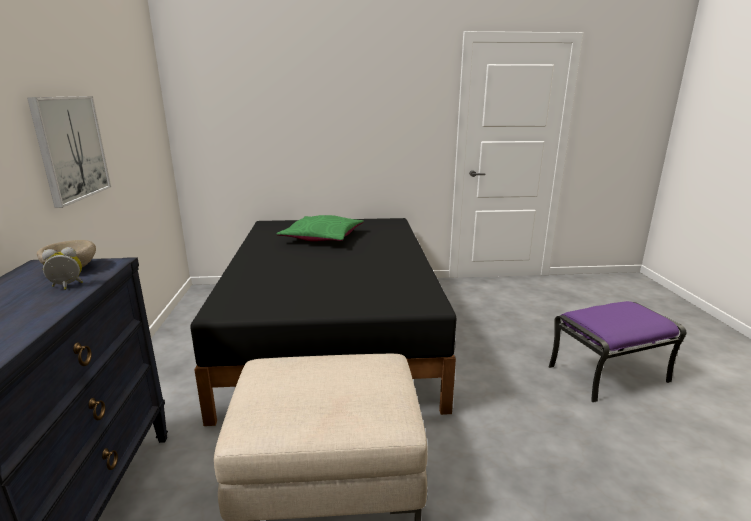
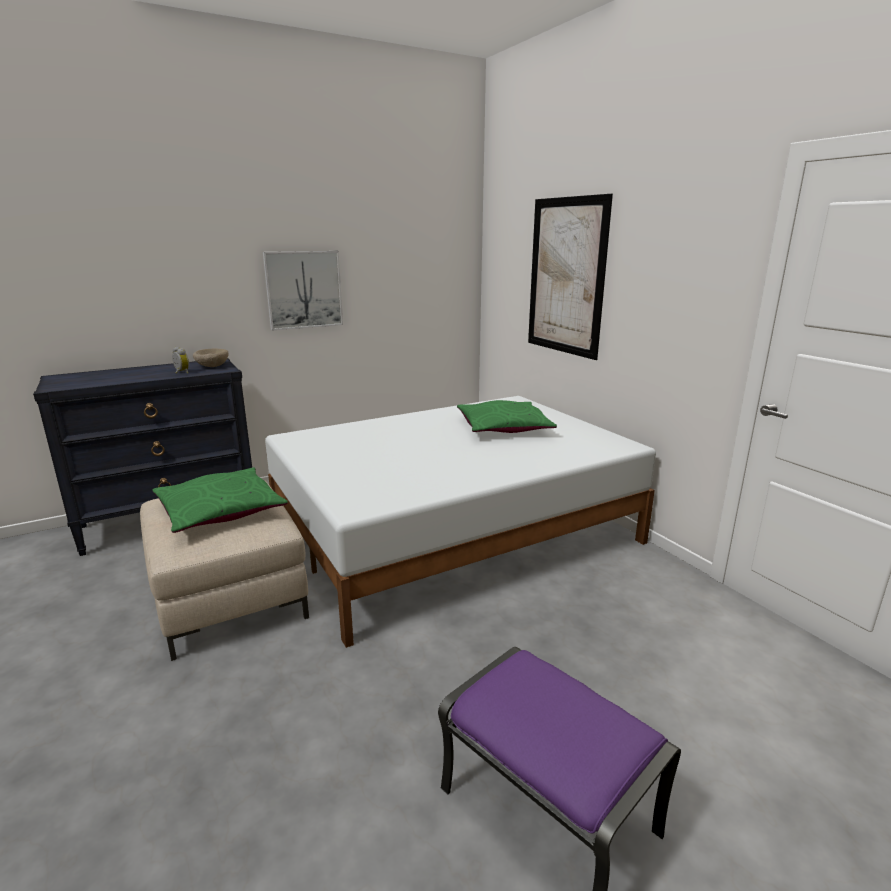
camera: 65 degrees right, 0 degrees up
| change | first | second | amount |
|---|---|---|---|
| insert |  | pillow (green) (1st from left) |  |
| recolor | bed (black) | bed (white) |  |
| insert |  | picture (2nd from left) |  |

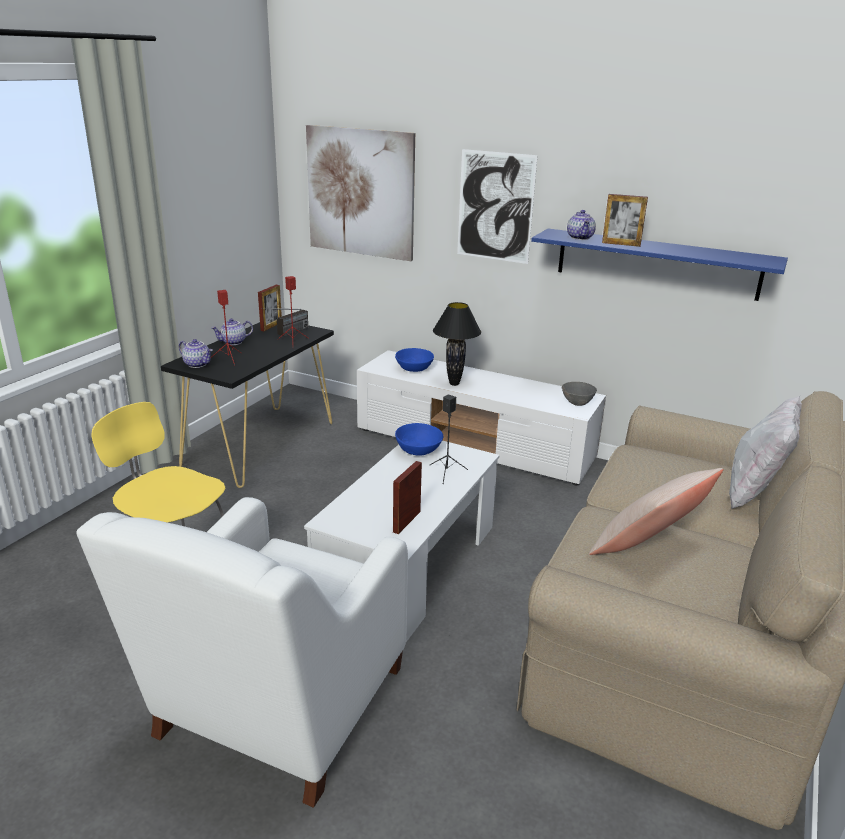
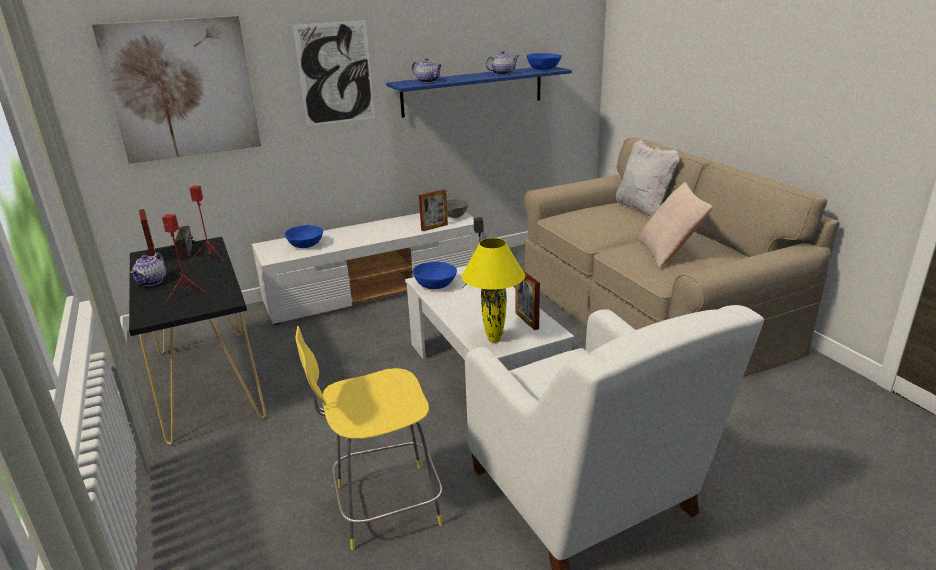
camera: 50 degrees left, 0 degrees up
| change | first | second | amount |
|---|---|---|---|
| move | picture frame (3rd from left in the first image) | picture frame (2nd from left) |  |
| insert |  | table lamp (yellow) |  |
| move | teapot (1st from left in the first image) | teapot (3rd from left) |  |
| insert |  | bowl (blue) (3rd from left) |  |
| delete | table lamp (black) |  |  |

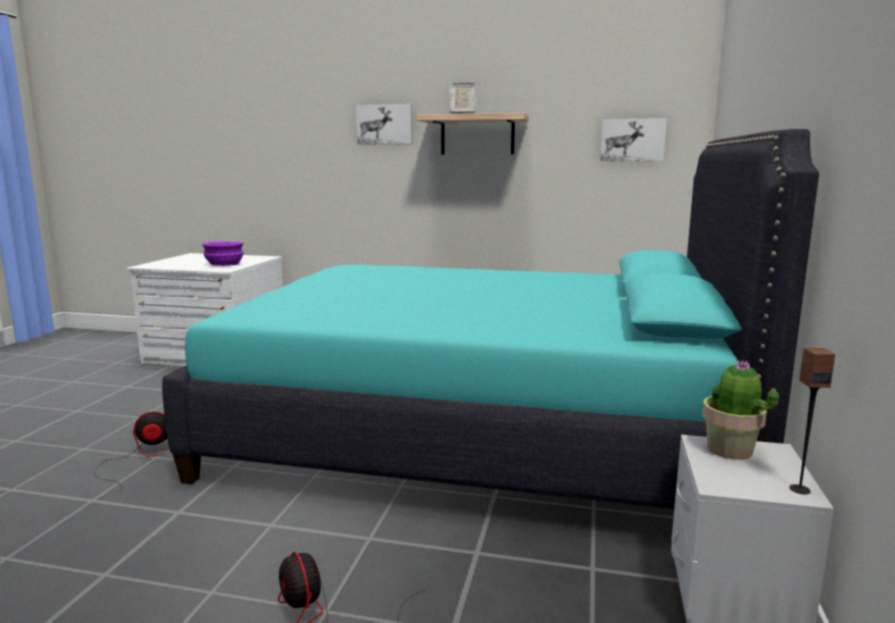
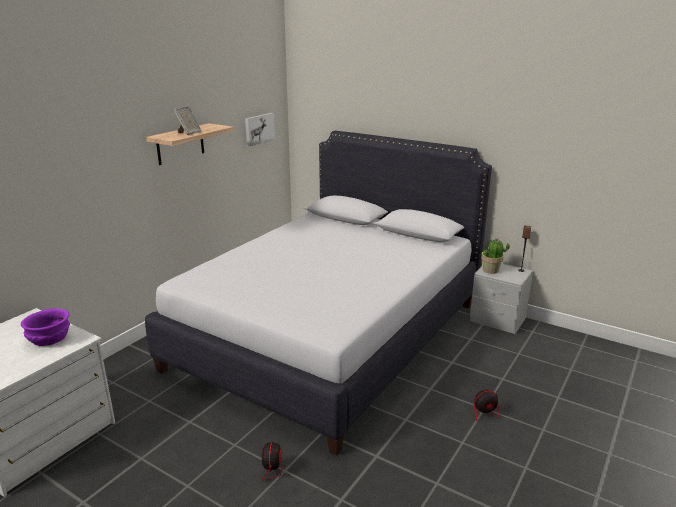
camera: 70 degrees left, 10 degrees up
| change | first | second | amount |
|---|---|---|---|
| recolor | bed (turquoise) | bed (white) |  |
| delete | picture (1st from left) |  |  |

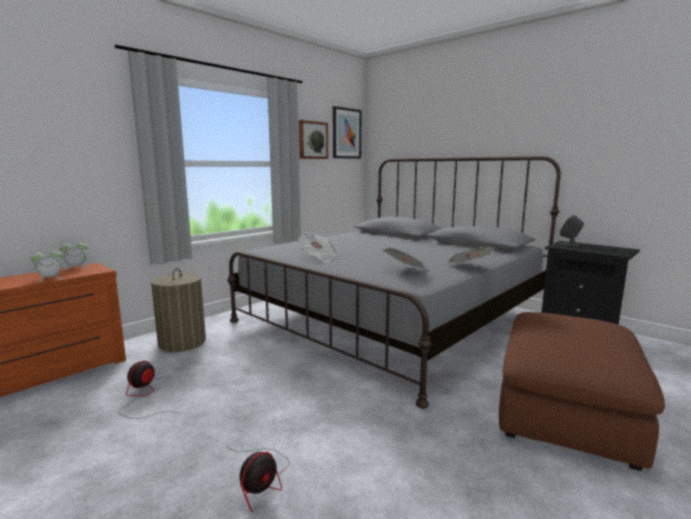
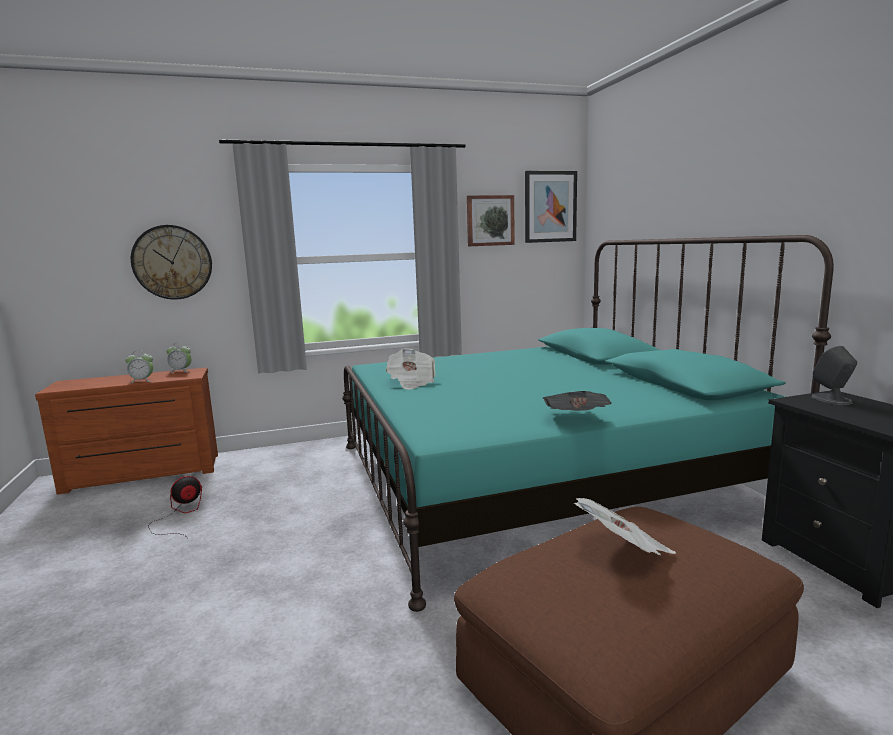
camera: 30 degrees right, 0 degrees up
| change | first | second | amount |
|---|---|---|---|
| insert |  | wall clock |  |
| recolor | bed (grey) | bed (turquoise) |  |
| move | newspaper (2nd from left in the first image) | newspaper (3rd from left) |  |
| delete | laundry basket |  |  |
| delete | fan (2nd from left) |  |  |

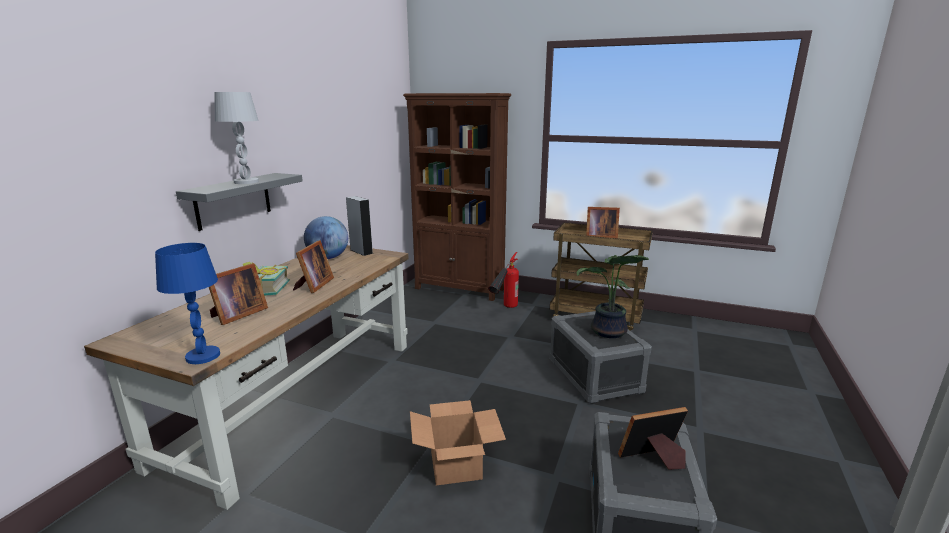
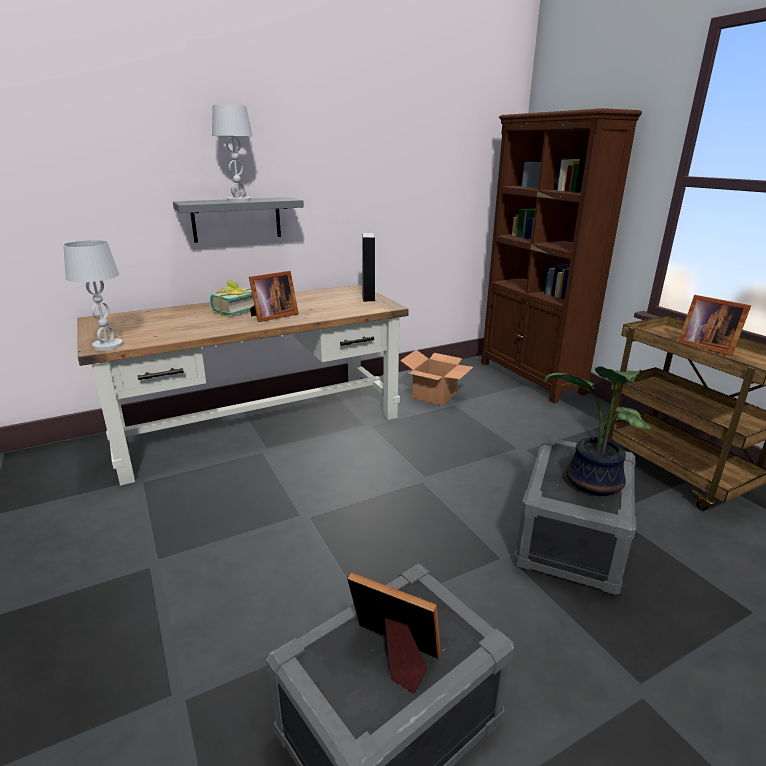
camera: 40 degrees right, 5 degrees up
| change | first | second | amount |
|---|---|---|---|
| recolor | table lamp (blue) | table lamp (white) (1st from left) |  |
| move | cardboard box |  |  |
| delete | picture frame (1st from left) |  |  |
| delete | globe |  |  |
| delete | fire extinguisher |  |  |

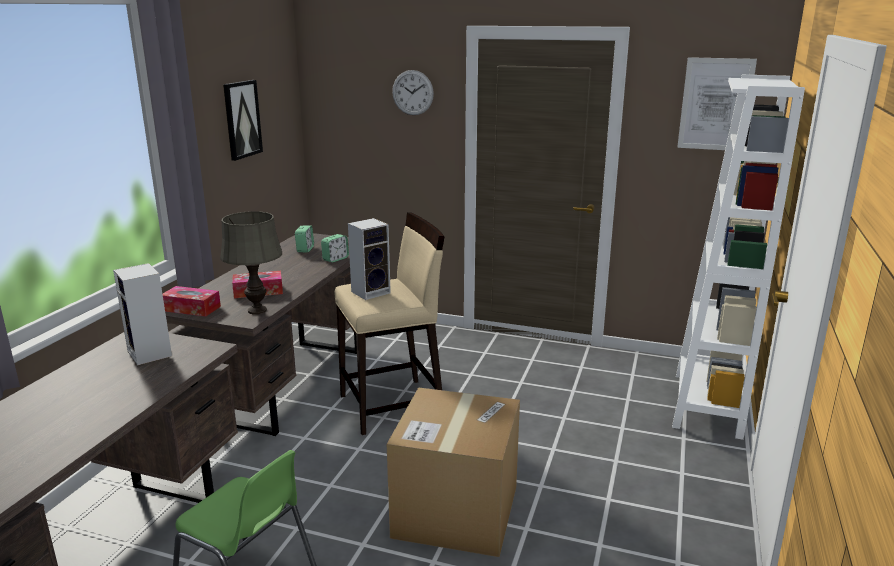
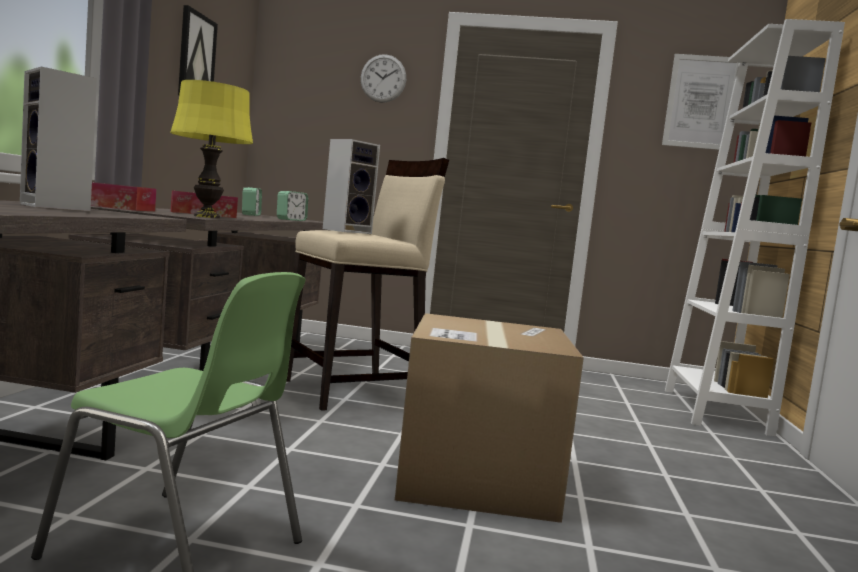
camera: 10 degrees left, 15 degrees down
| change | first | second | amount |
|---|---|---|---|
| recolor | table lamp (grey) | table lamp (yellow) |  |

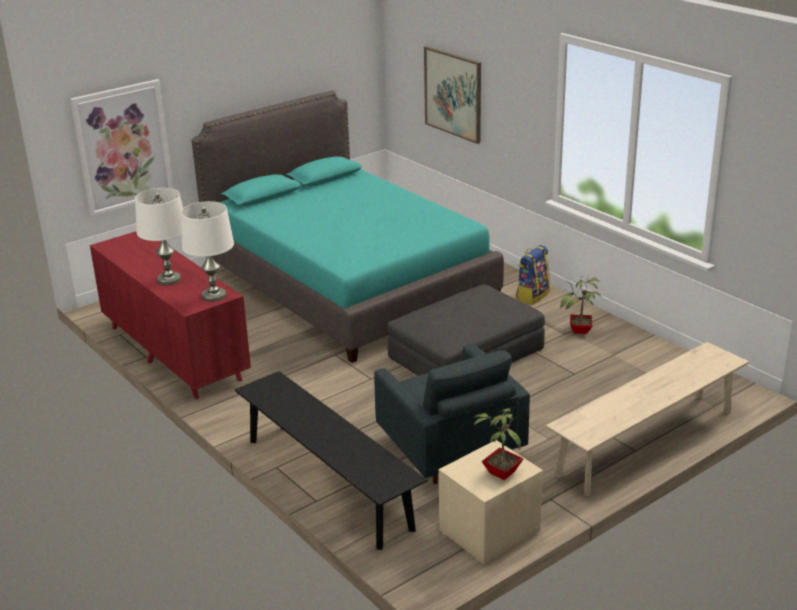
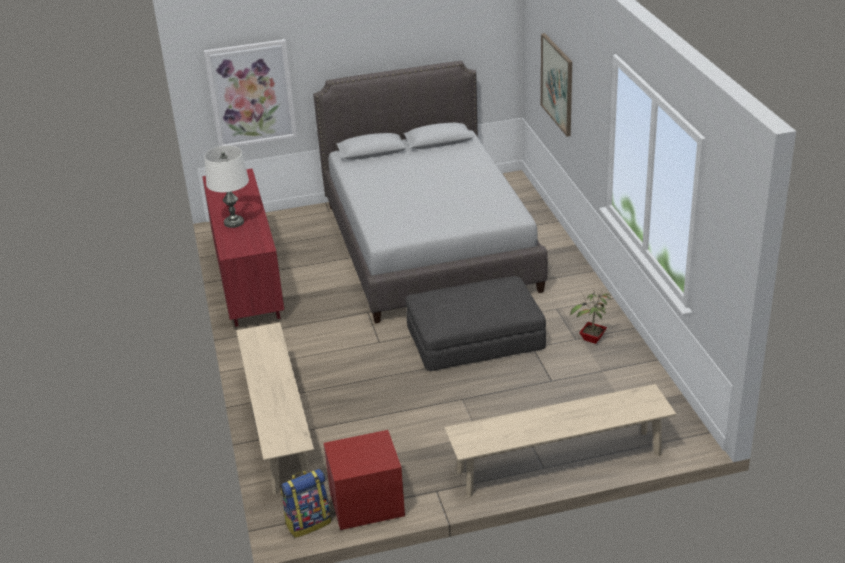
camera: 25 degrees right, 5 degrees up
| change | first | second | amount |
|---|---|---|---|
| recolor | bench (black) | bench (beige) (1st from left) |  |
| move | backpack |  |  |
| recolor | bed (turquoise) | bed (grey) |  |
| recolor | nightstand (beige) | nightstand (red) |  |
| delete | table lamp (white) (2nd from left) |  |  |
| delete | armchair (grey) |  |  |
| delete | potted plant (1st from left) |  |  |

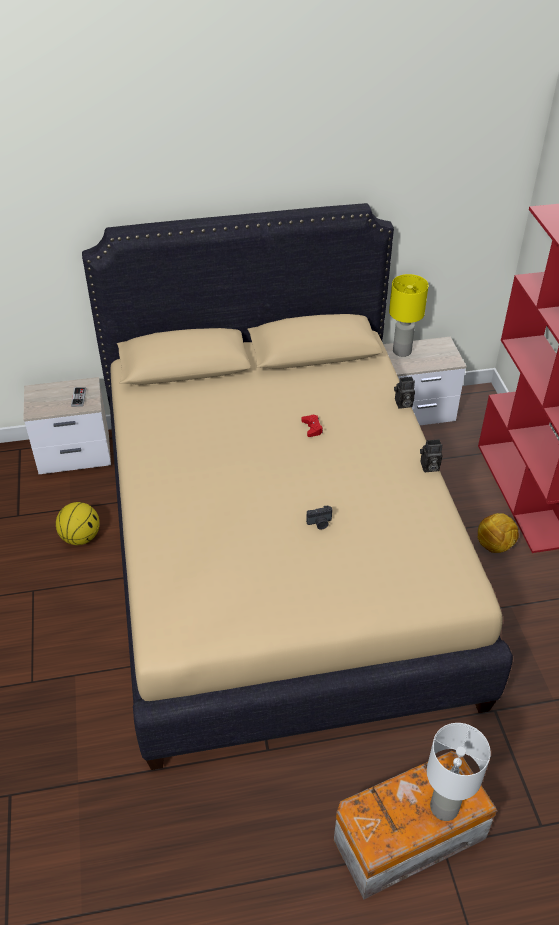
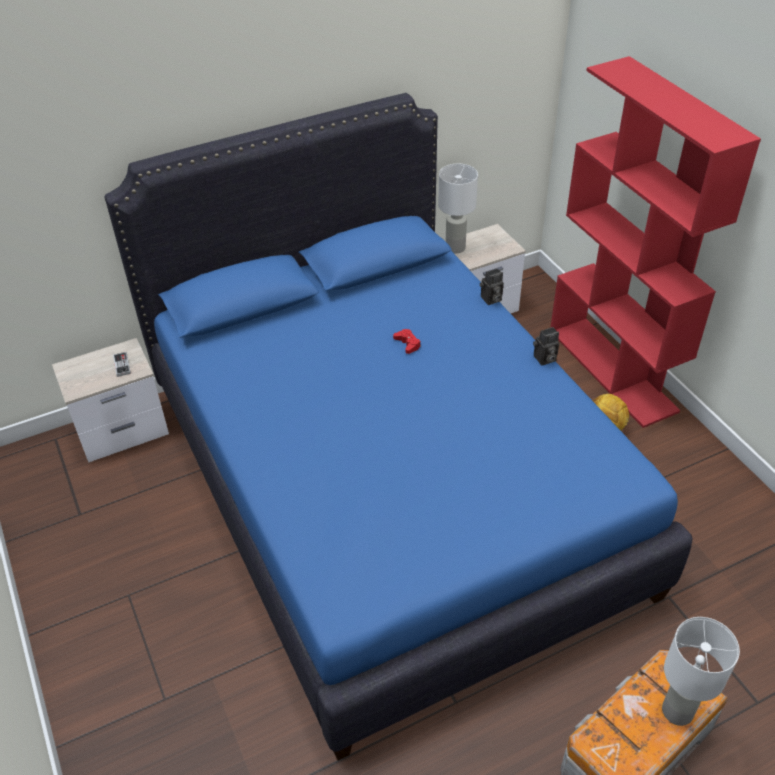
camera: 15 degrees left, 0 degrees up
| change | first | second | amount |
|---|---|---|---|
| recolor | bed (beige) | bed (blue) |  |
| recolor | table lamp (yellow) | table lamp (white) (1st from left) |  |
| delete | basketball |  |  |
| delete | photo camera (1st from left) |  |  |

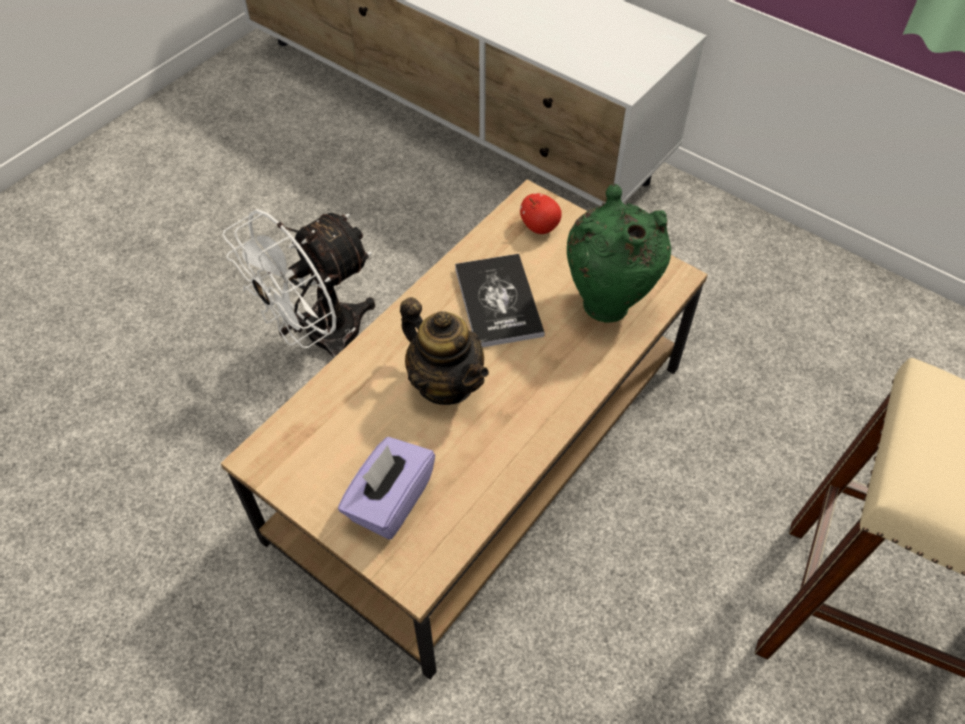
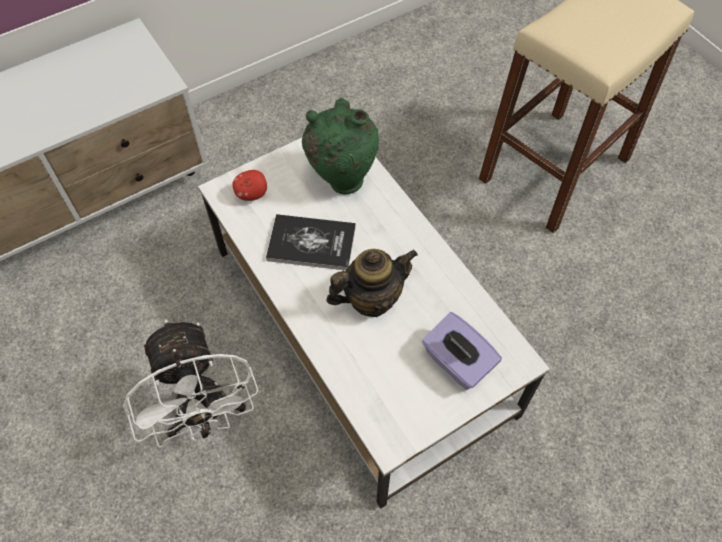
camera: 70 degrees left, 5 degrees up
| change | first | second | amount |
|---|---|---|---|
| recolor | coffee table (brown) | coffee table (white) |  |

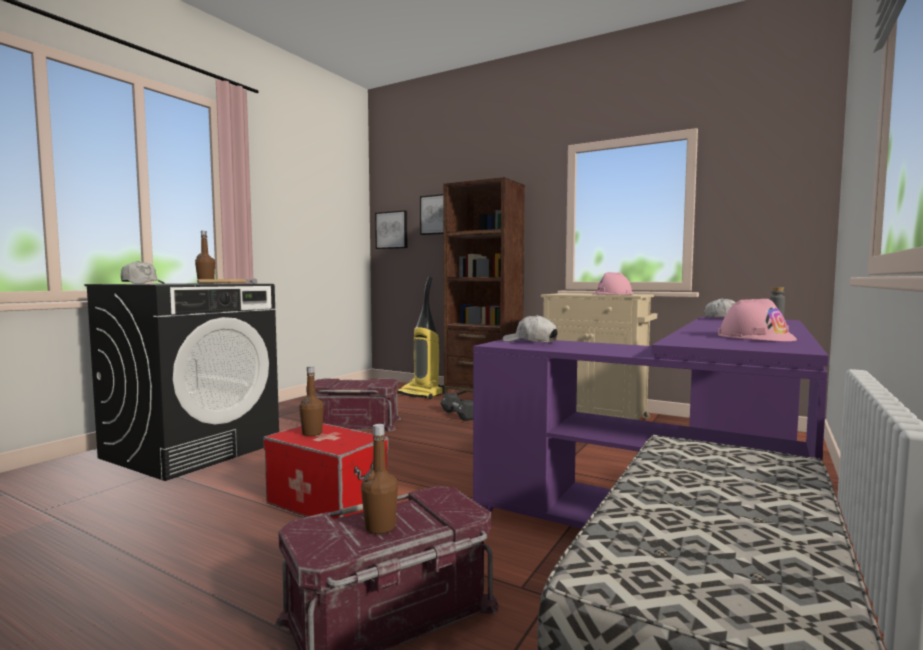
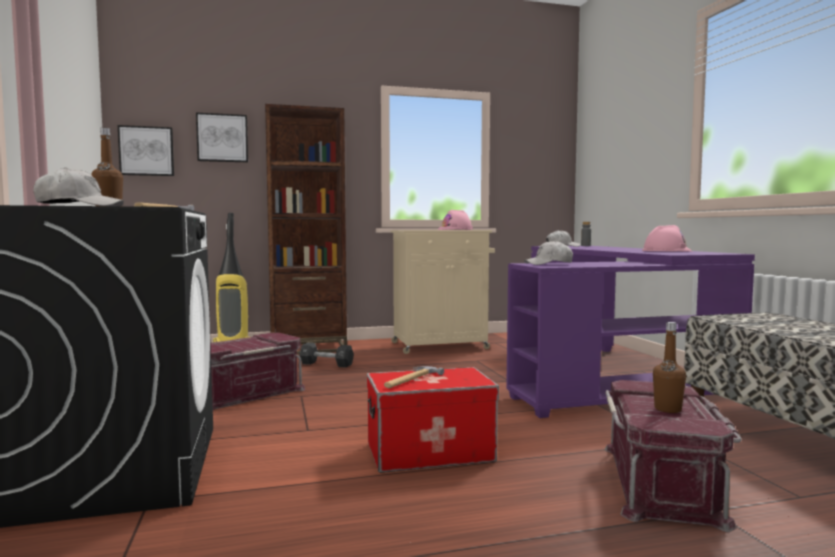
camera: 45 degrees left, 0 degrees up
| change | first | second | amount |
|---|---|---|---|
| replace | bottle (brown) (2nd from left) | hammer (2nd from left) |  |

